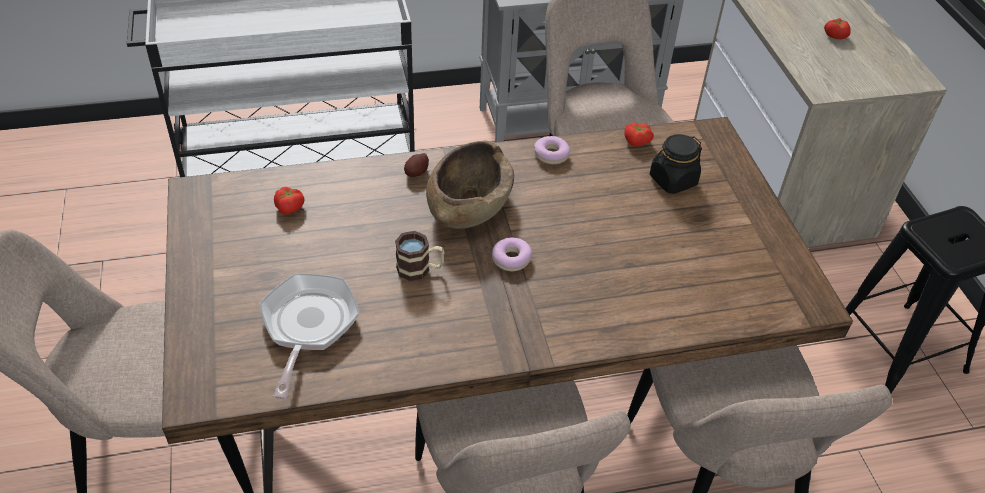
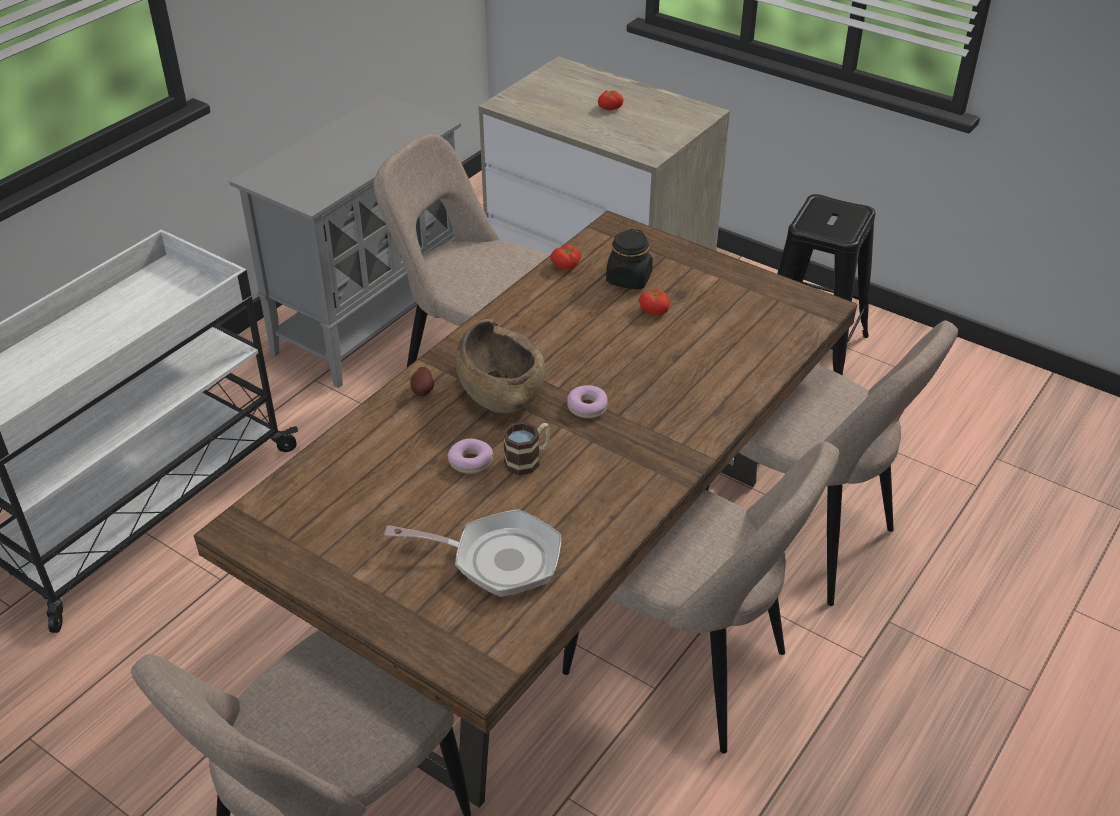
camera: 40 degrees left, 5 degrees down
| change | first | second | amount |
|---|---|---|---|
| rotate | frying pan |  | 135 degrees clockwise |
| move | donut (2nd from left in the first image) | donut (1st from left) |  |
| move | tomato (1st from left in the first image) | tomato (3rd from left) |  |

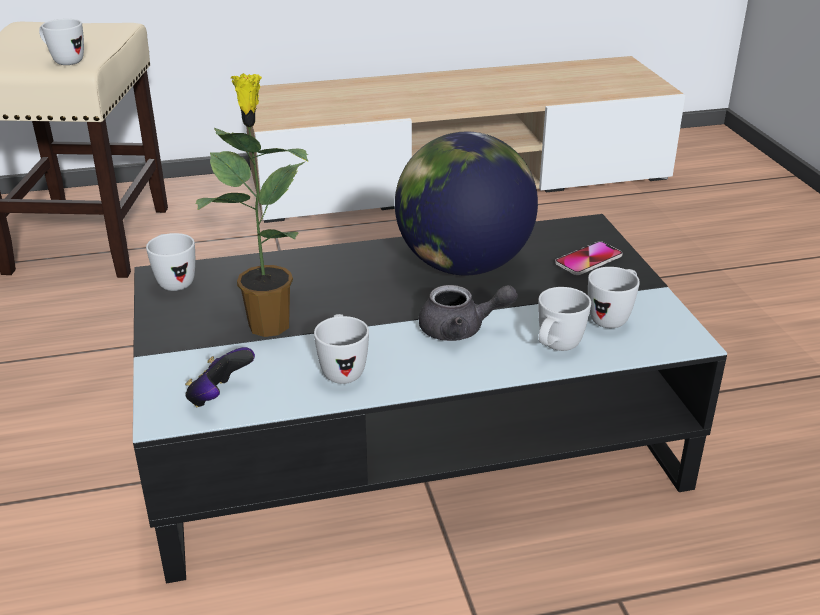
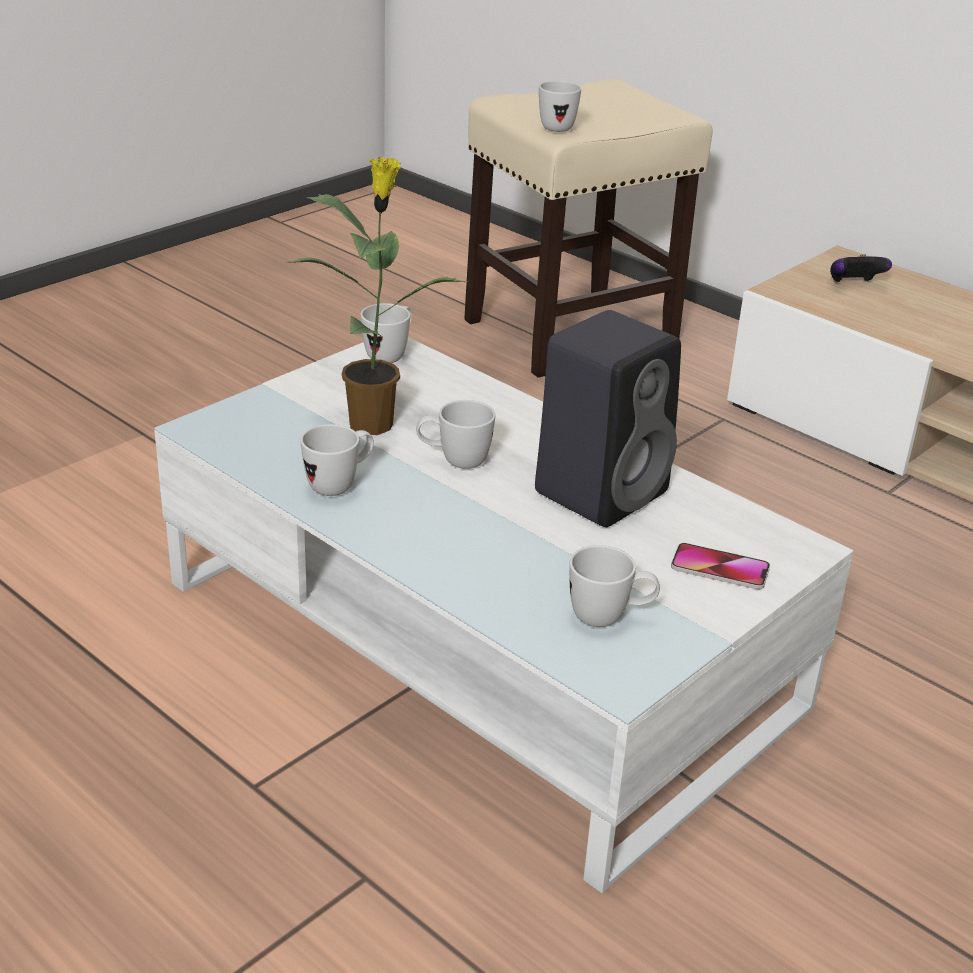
camera: 55 degrees right, 0 degrees up
| change | first | second | amount |
|---|---|---|---|
| recolor | coffee table (black) | coffee table (white) |  |
| move | mug (white) (4th from left in the first image) | mug (white) (3rd from left) |  |
| replace | globe | speaker (black) |  |
| move | game controller |  |  |
| delete | teapot (grey) |  |  |

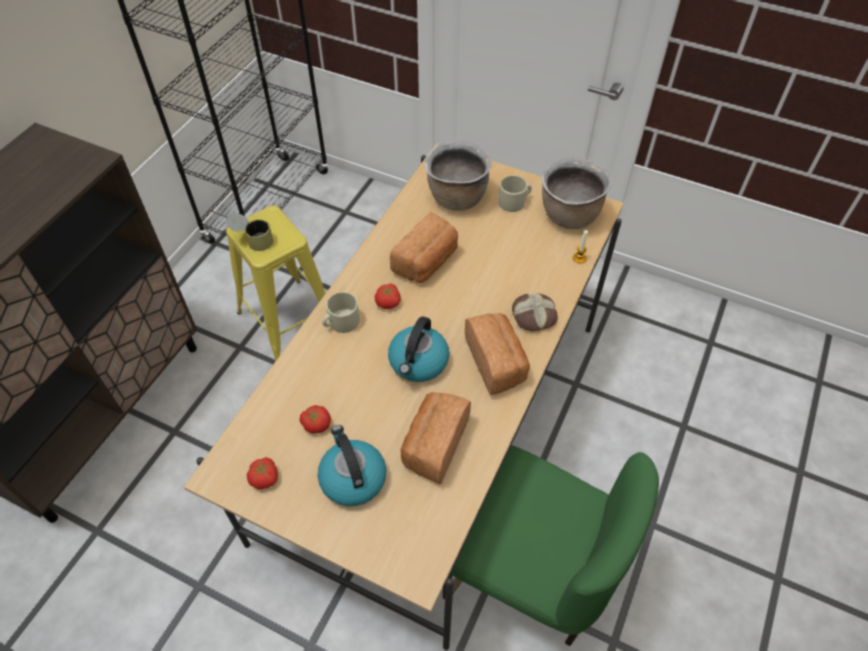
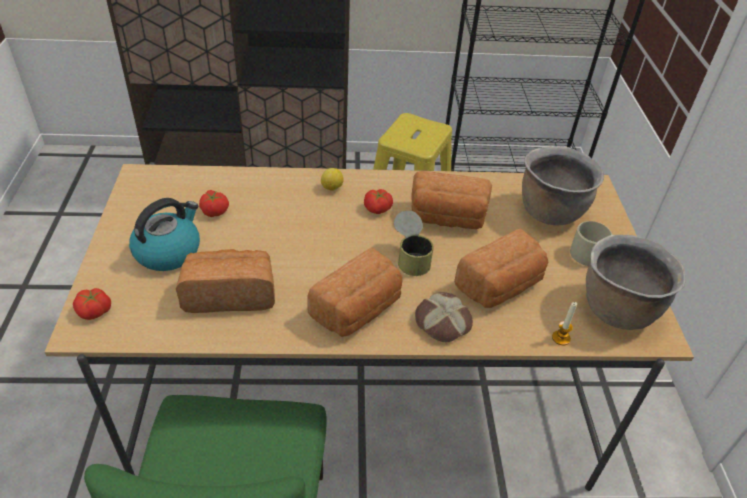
camera: 60 degrees right, 10 degrees down
| change | first | second | amount |
|---|---|---|---|
| move | tomato (1st from left) |  |  |
| replace | mug (beige) (1st from left) | lemon |  |
| move | can |  |  |
| insert |  | bread (5th from left) |  |
| delete | kettle (2nd from left) |  |  |

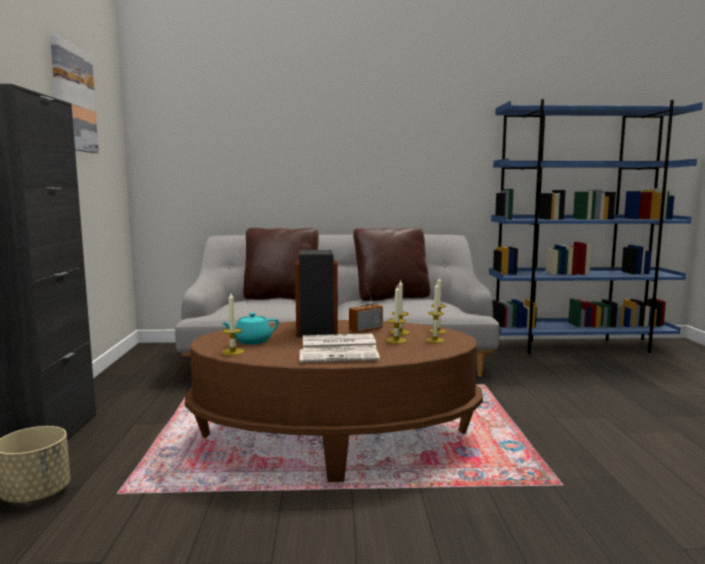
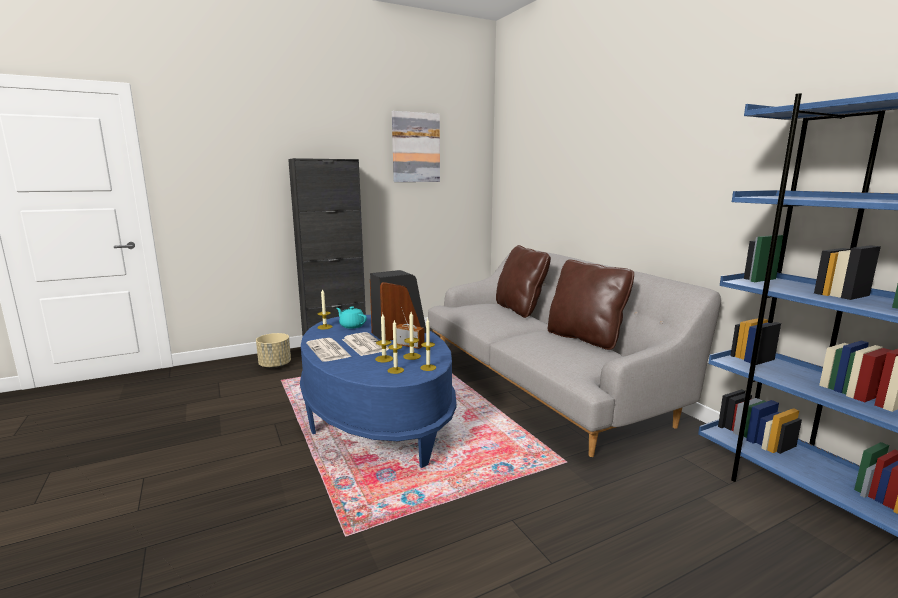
camera: 65 degrees right, 5 degrees up
| change | first | second | amount |
|---|---|---|---|
| recolor | coffee table (brown) | coffee table (blue) |  |

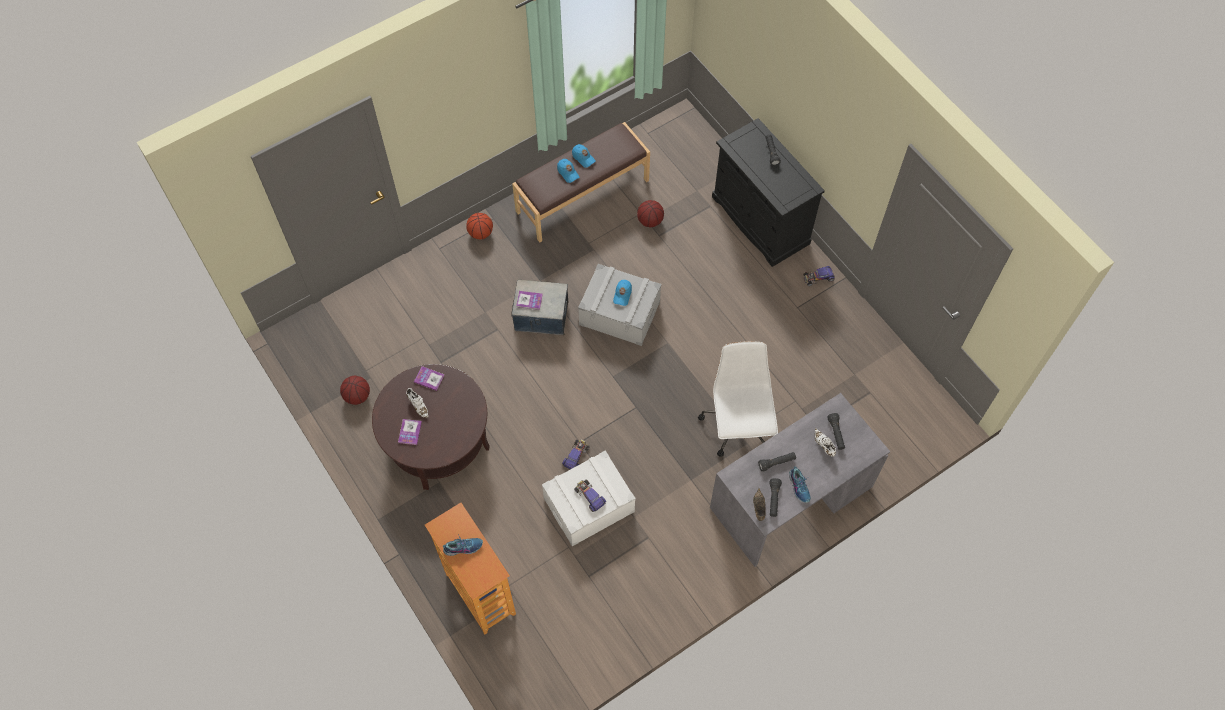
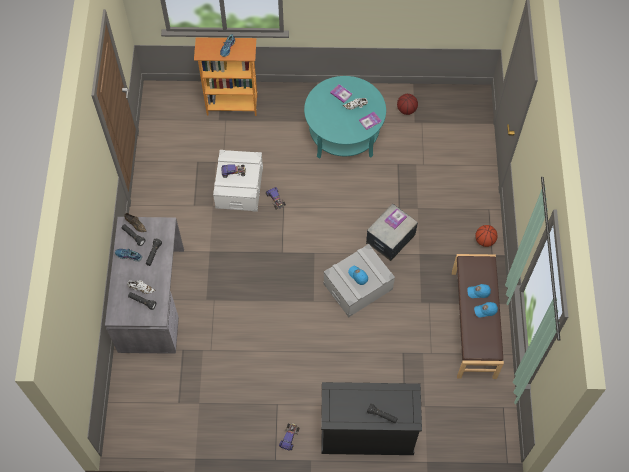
camera: 125 degrees right, 0 degrees up
| change | first | second | amount |
|---|---|---|---|
| recolor | coffee table (brown) | coffee table (turquoise) |  |
| delete | basketball (3rd from left) |  |  |
| delete | office chair (white) |  |  |

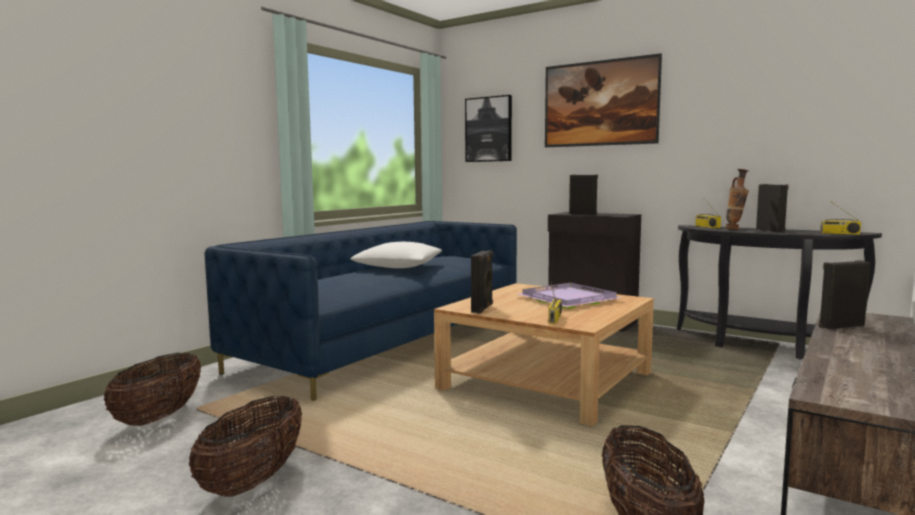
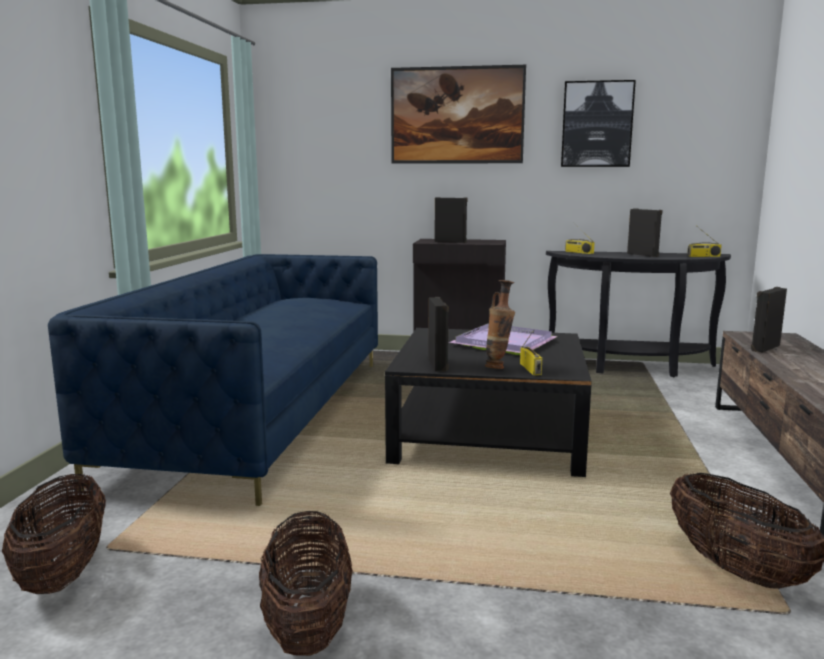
camera: 25 degrees left, 5 degrees up
| change | first | second | amount |
|---|---|---|---|
| recolor | coffee table (beige) | coffee table (black) |  |
| move | vase |  |  |
| move | picture (1st from left in the first image) | picture (2nd from left) |  |
| delete | pillow (white) |  |  |

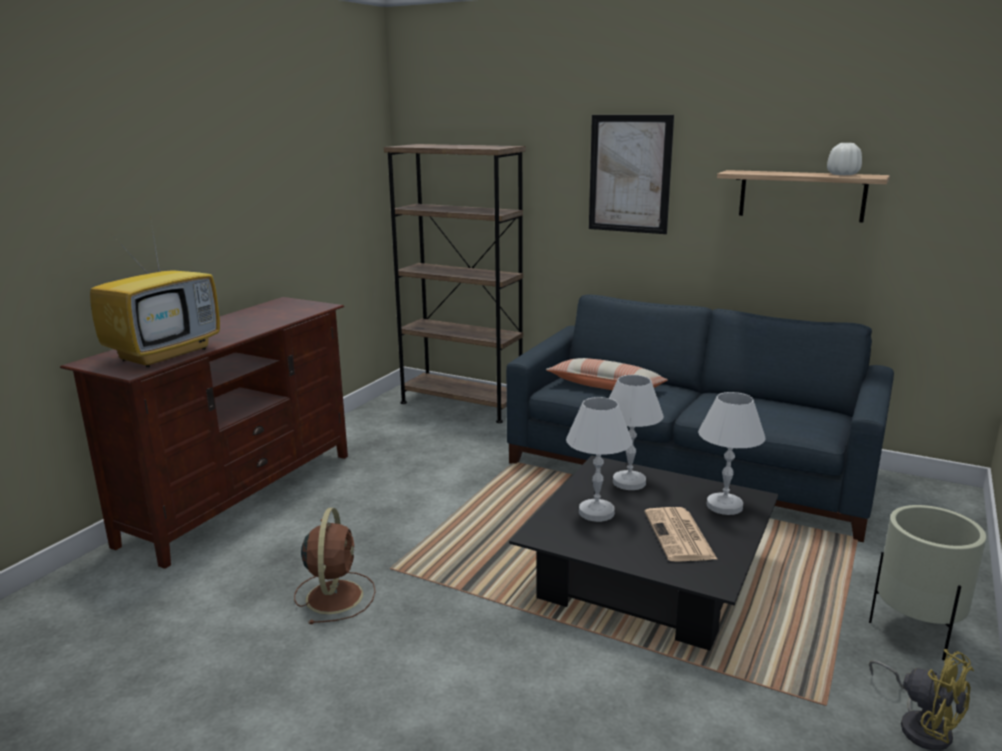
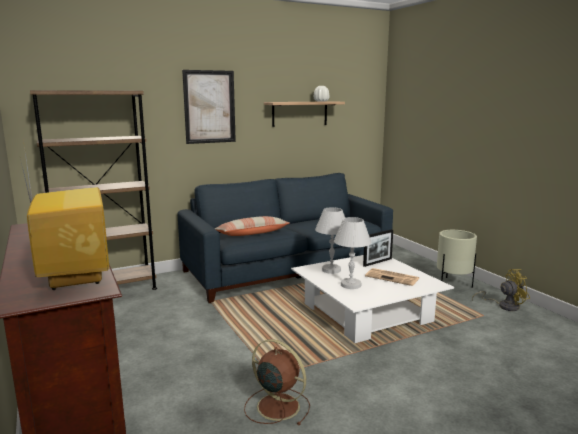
camera: 55 degrees left, 5 degrees down
| change | first | second | amount |
|---|---|---|---|
| recolor | coffee table (black) | coffee table (white) |  |
| replace | table lamp (white) (3rd from left) | picture frame |  |

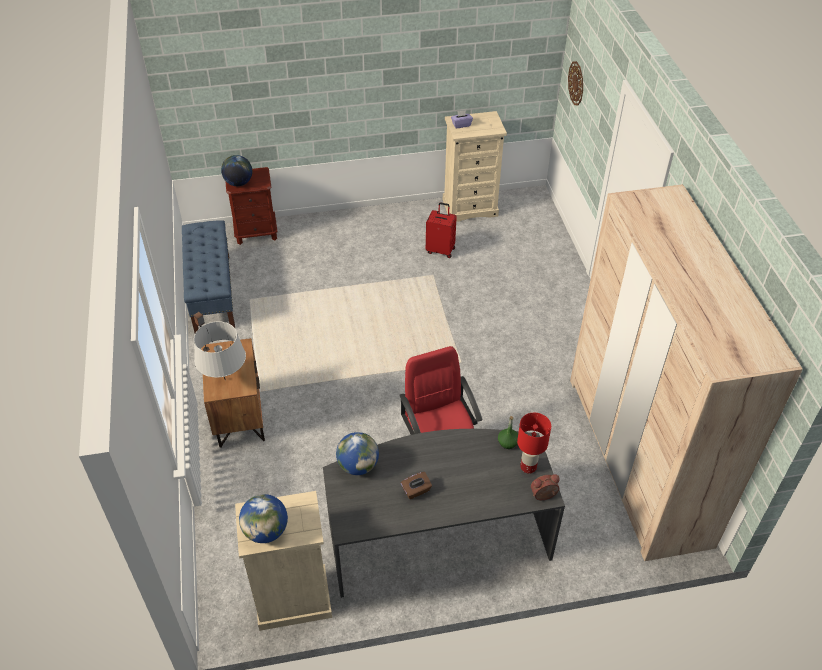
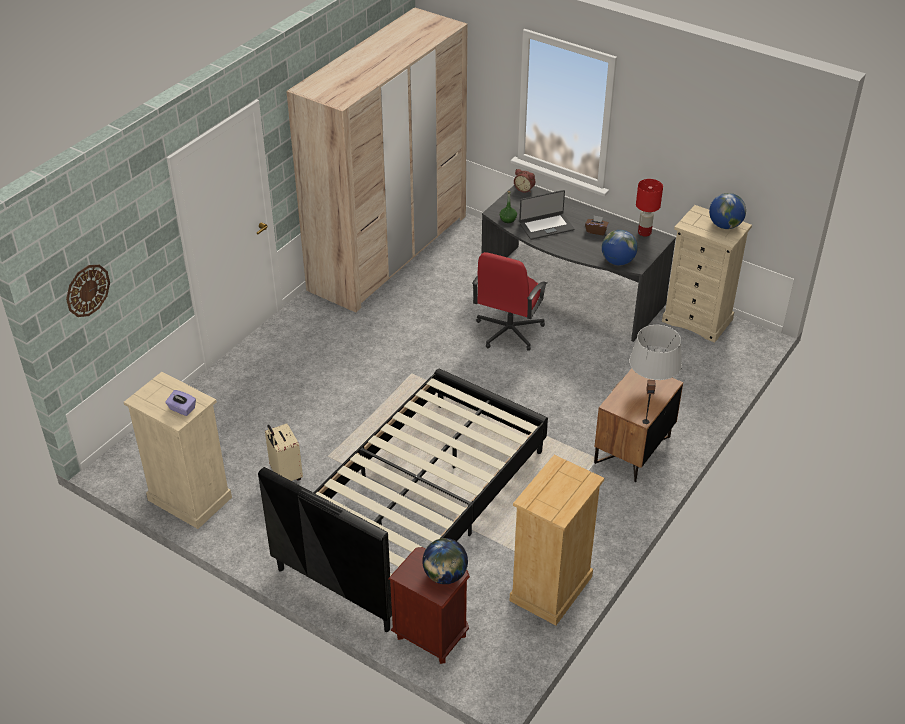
camera: 135 degrees left, 5 degrees down
| change | first | second | amount |
|---|---|---|---|
| insert |  | bed (black) |  |
| recolor | suitcase (red) | suitcase (beige) |  |
| replace | bench (blue) | dresser (beige) (2nd from left) |  |
| insert |  | laptop |  |
| move | table lamp (red) |  |  |

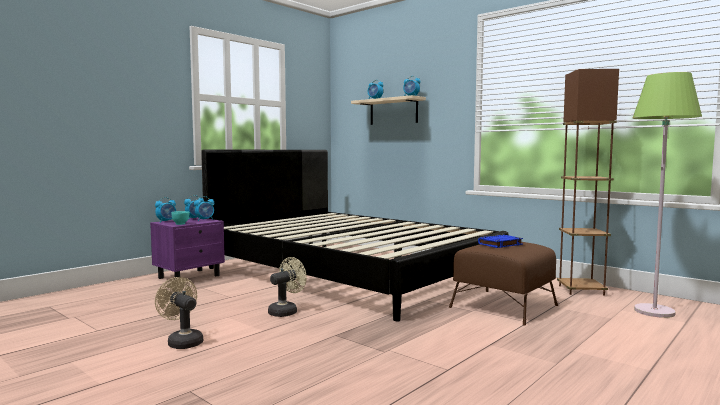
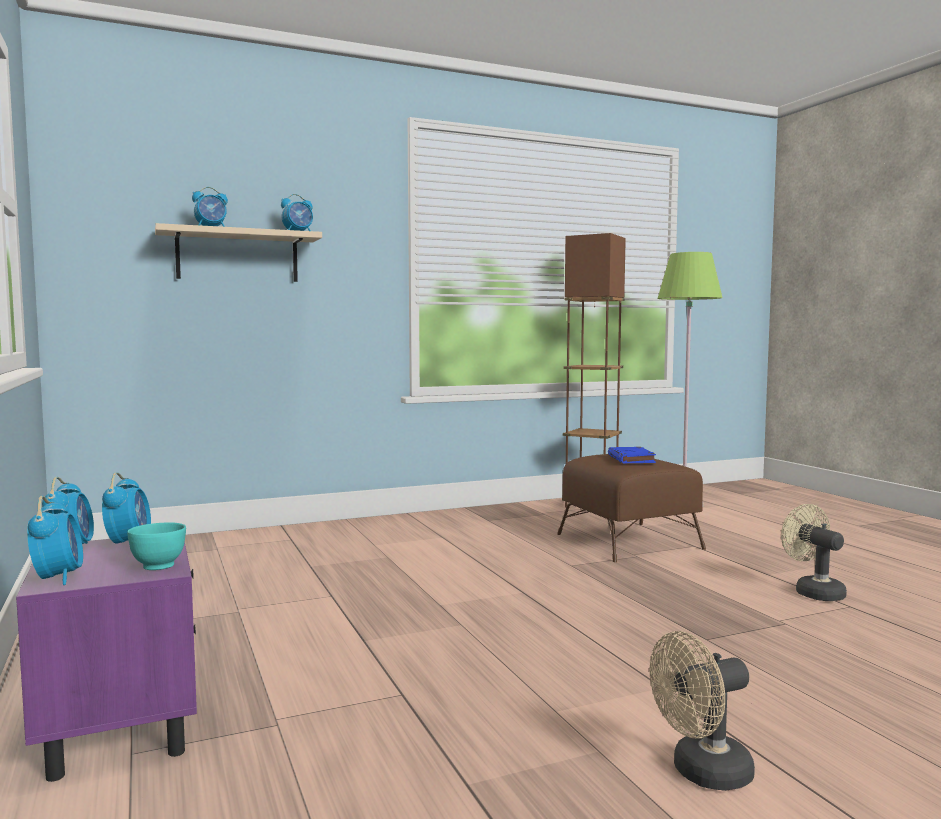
camera: 65 degrees left, 0 degrees up
| change | first | second | amount |
|---|---|---|---|
| move | fan (beige) (2nd from left) |  |  |
| delete | bed (black) |  |  |

